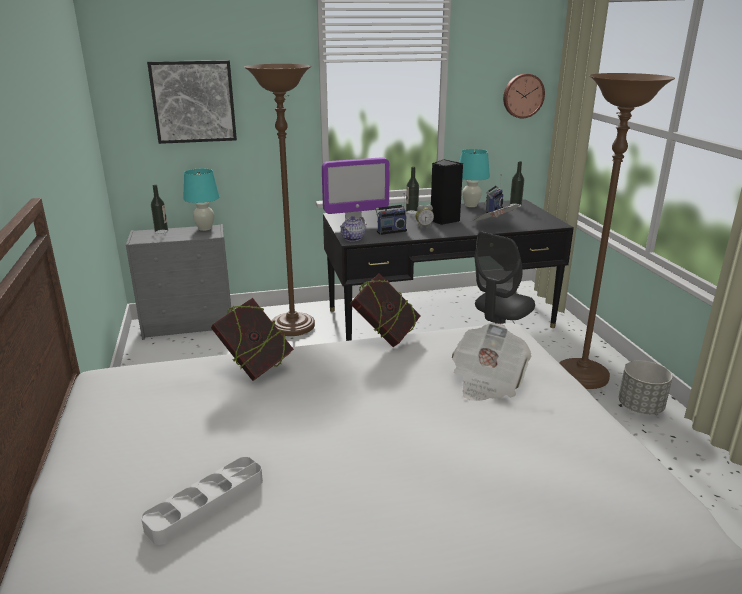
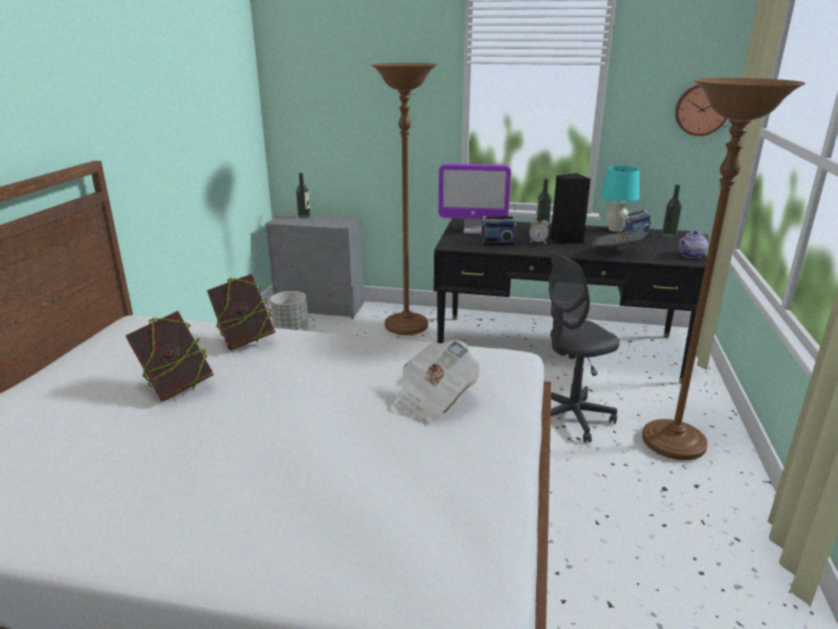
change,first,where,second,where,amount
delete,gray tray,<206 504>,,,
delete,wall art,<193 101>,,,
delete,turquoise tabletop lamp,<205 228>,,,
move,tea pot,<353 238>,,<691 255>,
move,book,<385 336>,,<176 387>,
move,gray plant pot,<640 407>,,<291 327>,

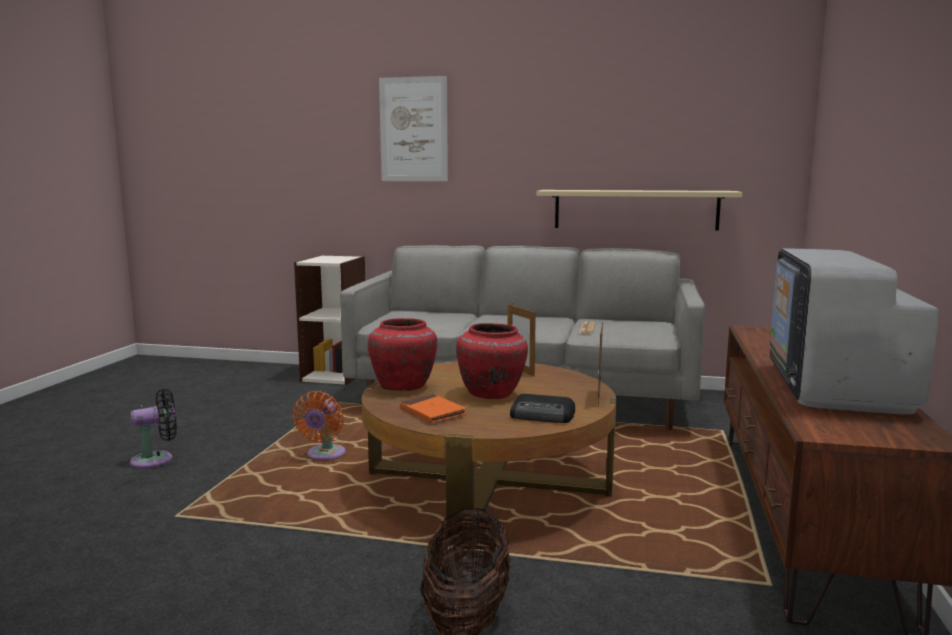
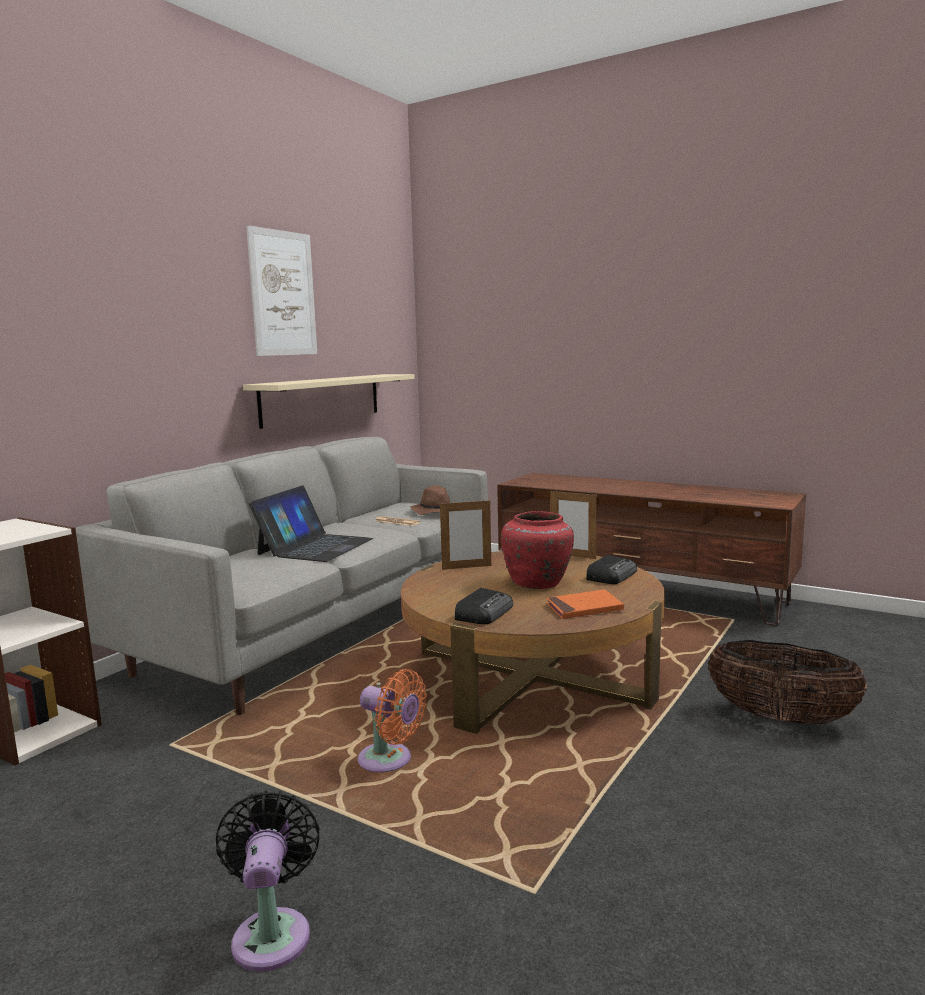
change,first,where,second,where,amount
delete,television,<837 388>,,,
insert,,,notebook computer,<315 546>,
insert,,,brown clothing hat,<435 512>,
move,wall art,<413 129>,,<283 293>,
replace,red-coloured vase,<404 386>,radio,<484 612>,

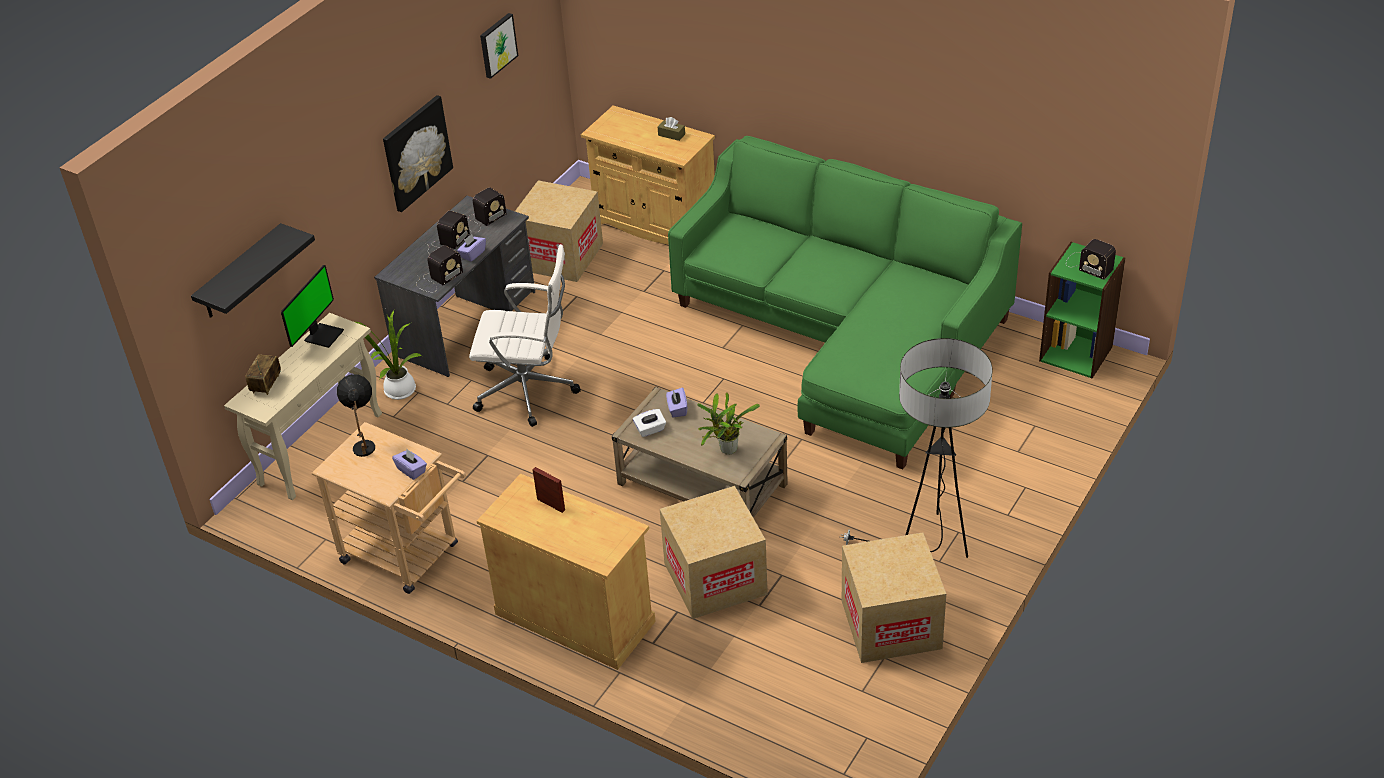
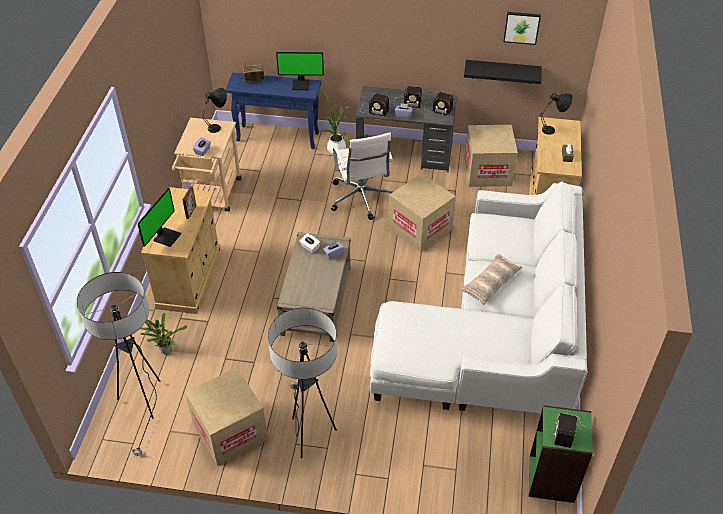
change,first,where,second,where,amount
delete,wall art,<416 152>,,,
insert,,,standard lamp,<144 404>,
insert,,,computer screen,<166 237>,
insert,,,throw pillow,<490 283>,
insert,,,blackish tabletop lamp,<553 130>,
move,blackish wall shelf,<240 273>,,<502 71>,
move,packing box,<715 579>,,<420 228>,
move,plant in a pot,<726 451>,,<165 349>,
recolor,beige narrow table,<321 448>,bluish narrow table,<278 137>,
recolor,greenish couch,<847 335>,white couch,<493 333>,

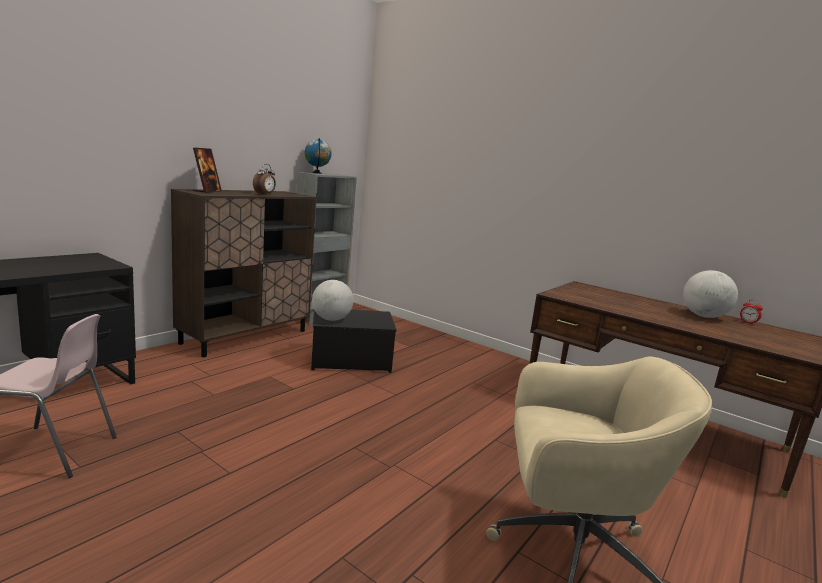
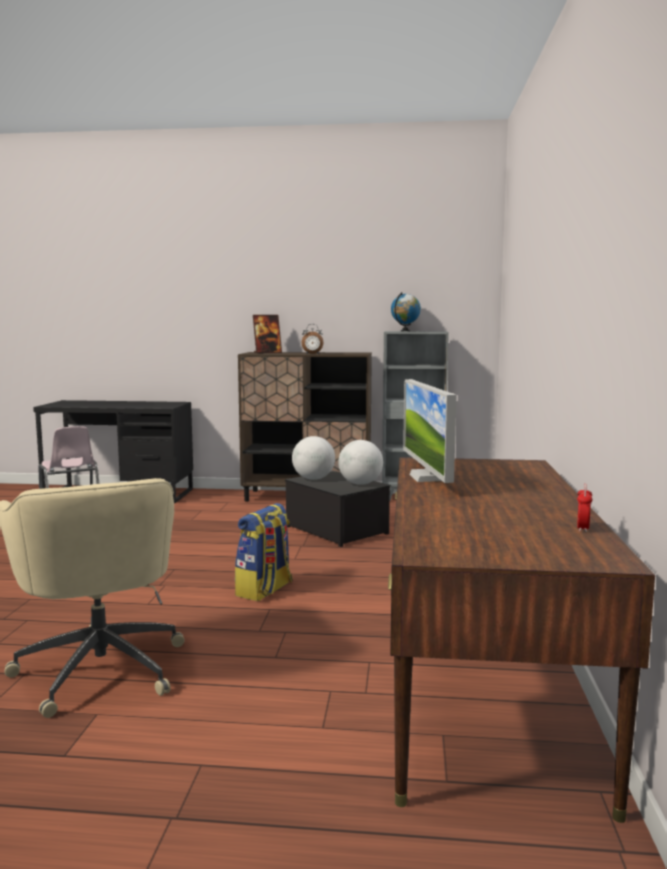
change,first,where,second,where,amount
insert,,,knapsack,<265 590>,
insert,,,computer screen,<427 477>,
move,globe,<704 316>,,<360 484>,

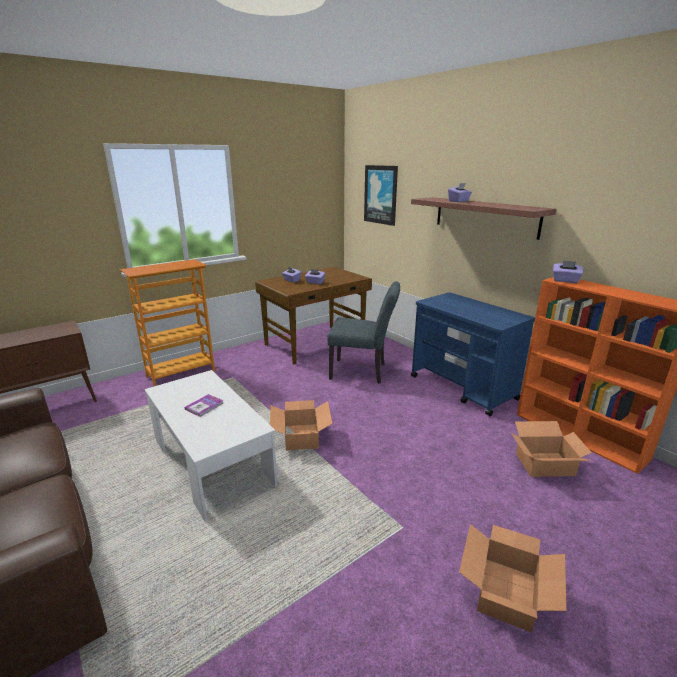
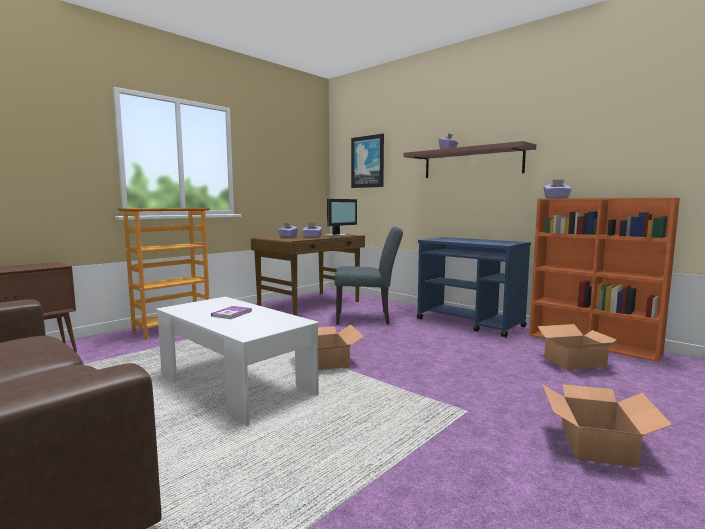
change,first,where,second,where,amount
insert,,,computer screen,<337 236>,

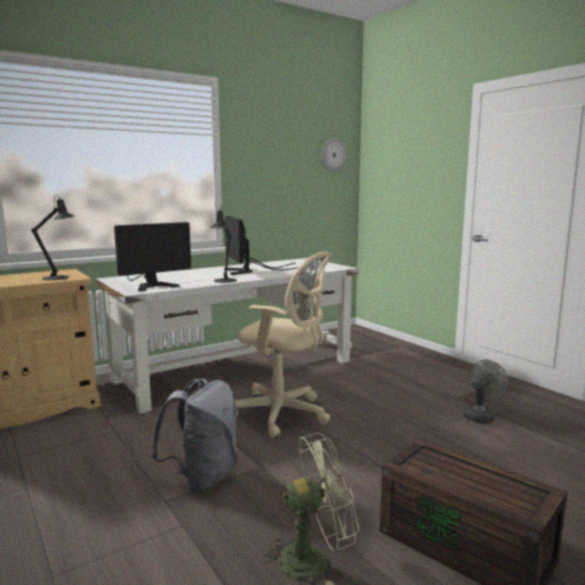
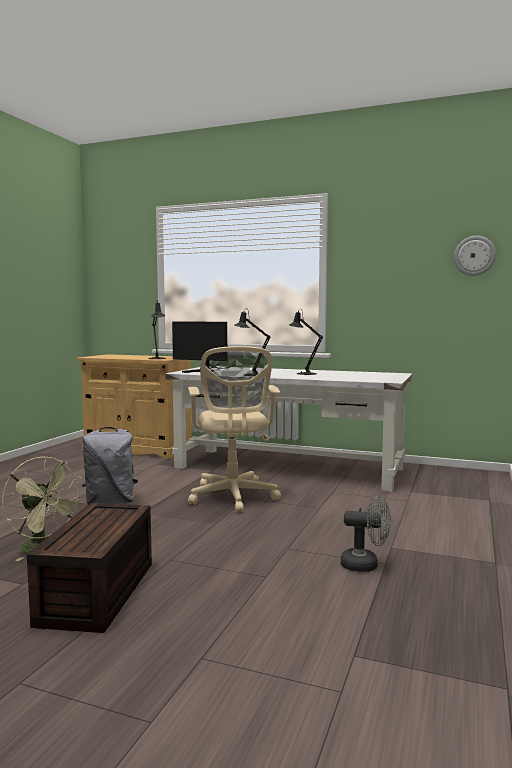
change,first,where,second,where,amount
replace,computer screen,<249 271>,blackish tabletop lamp,<304 373>,

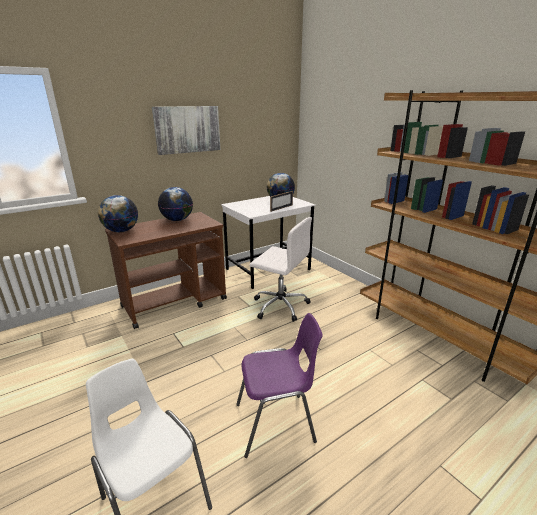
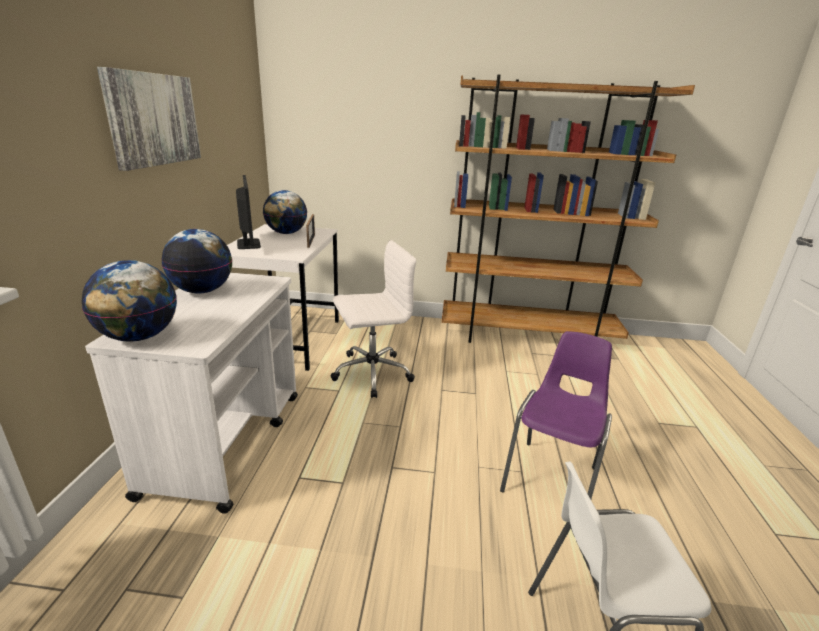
change,first,where,second,where,amount
insert,,,computer screen,<248 244>,
recolor,brown wheeled cart,<175 302>,white wheeled cart,<227 441>,

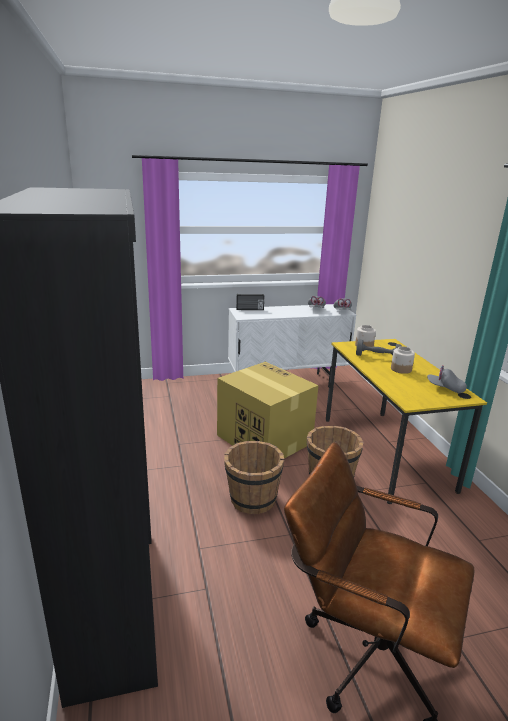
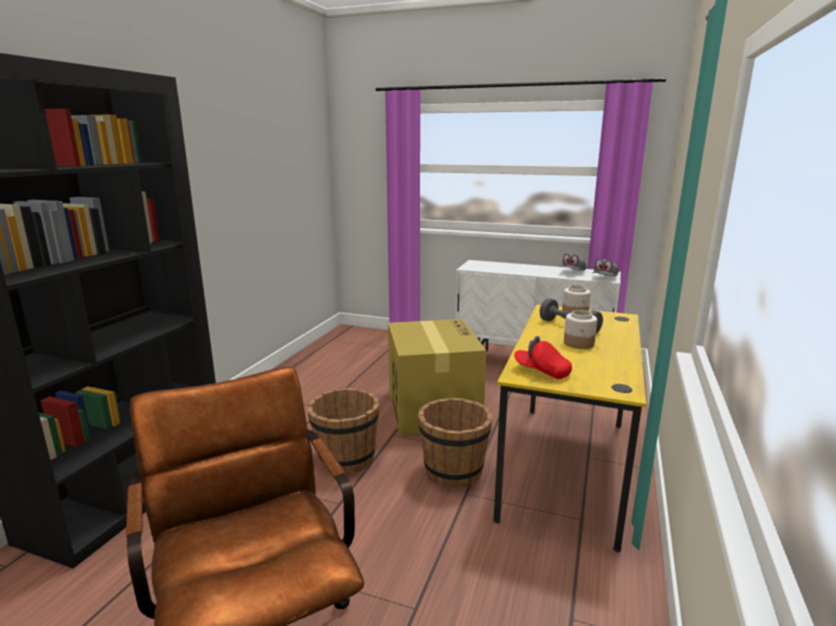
change,first,where,second,where,amount
delete,radio,<250 309>,,,
delete,gray peaked cap,<445 388>,,,
insert,,,red-coloured peaked cap,<542 371>,

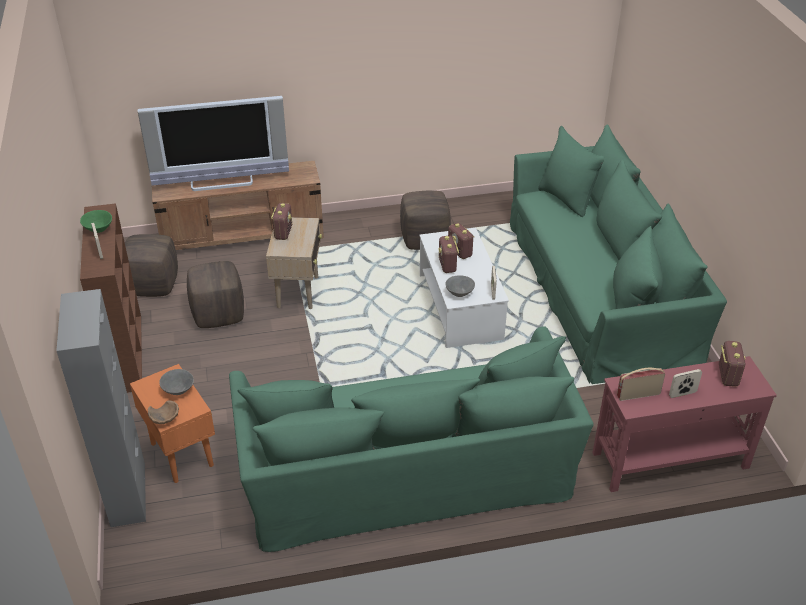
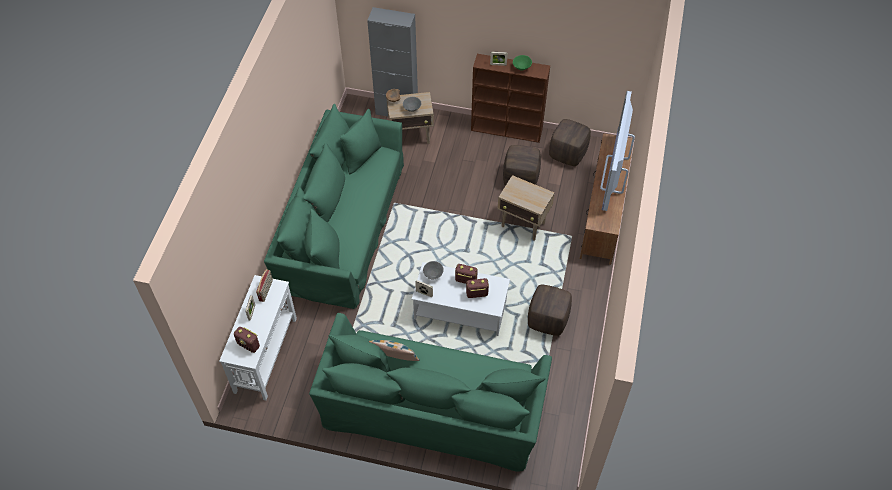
change,first,where,second,where,amount
delete,radio,<283 232>,,,
insert,,,throw pillow,<395 360>,
recolor,orangey accent table,<182 454>,beige accent table,<411 136>,
recolor,red-coloured narrow table,<669 460>,white narrow table,<266 354>,

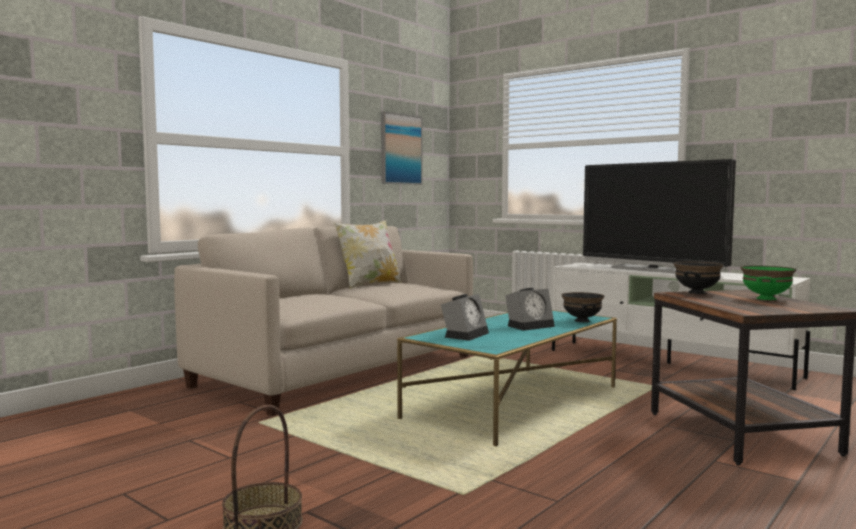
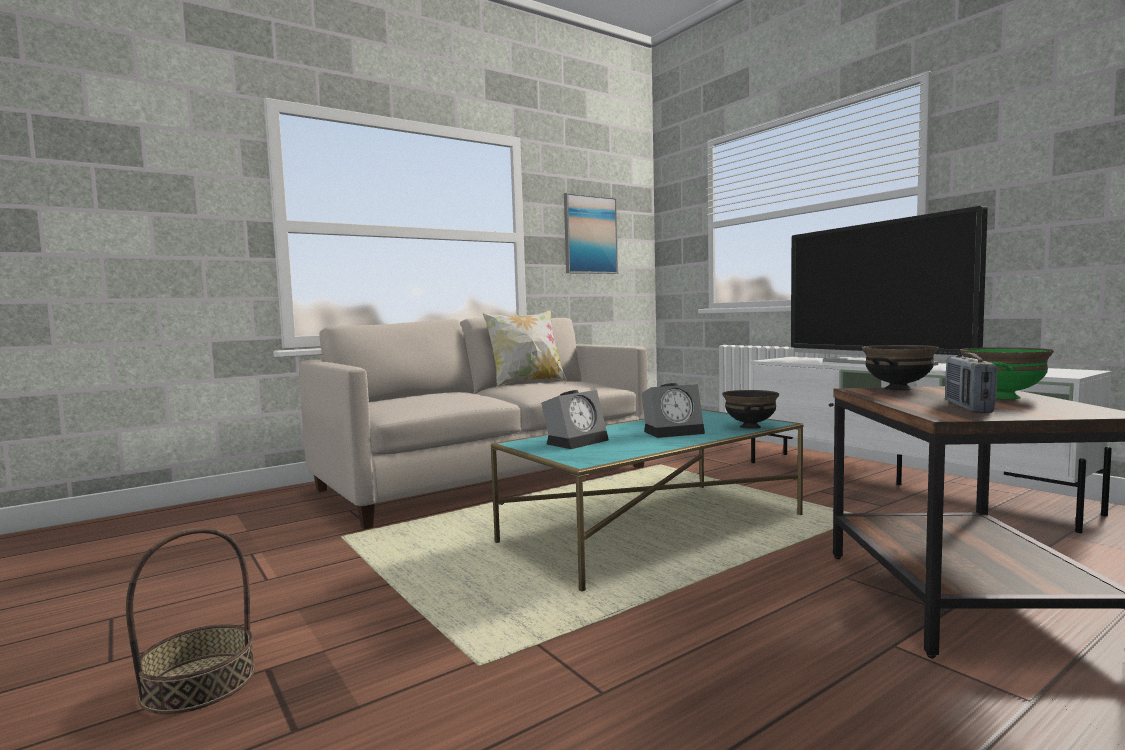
change,first,where,second,where,amount
insert,,,radio,<968 407>,

